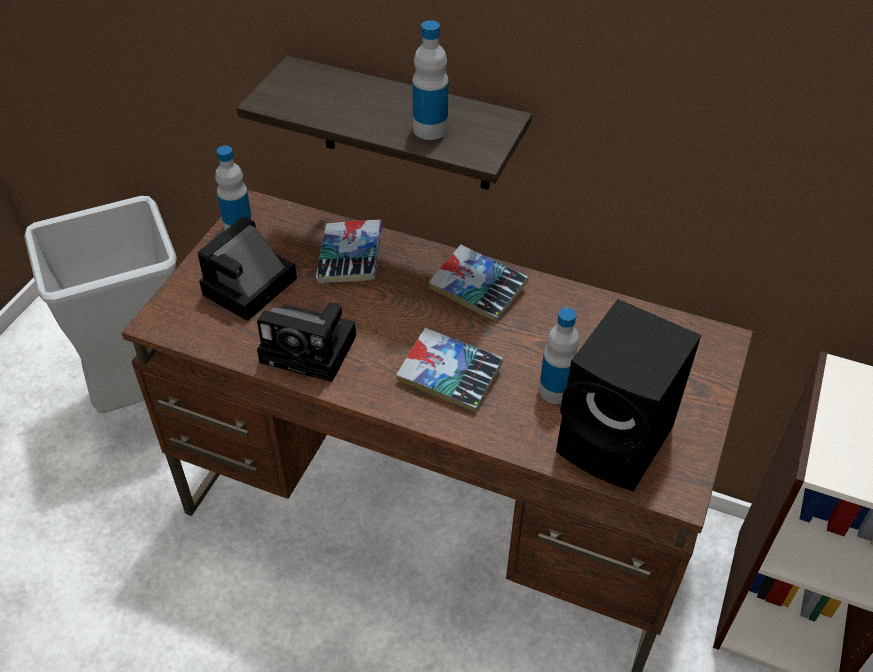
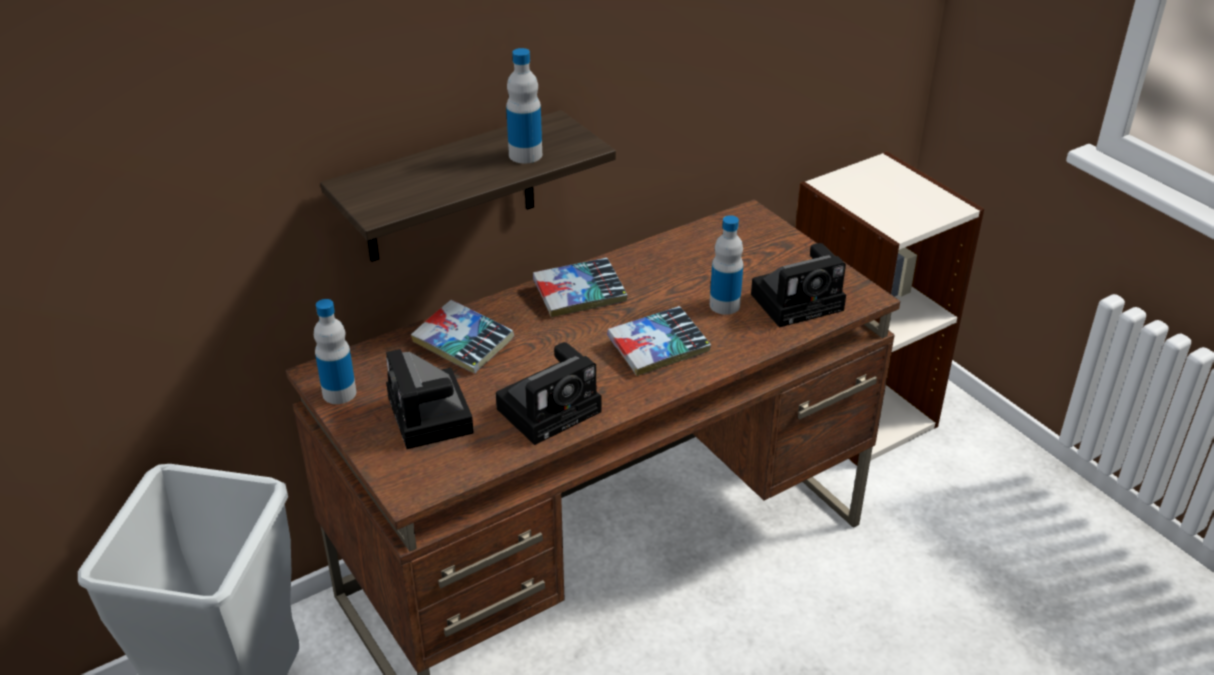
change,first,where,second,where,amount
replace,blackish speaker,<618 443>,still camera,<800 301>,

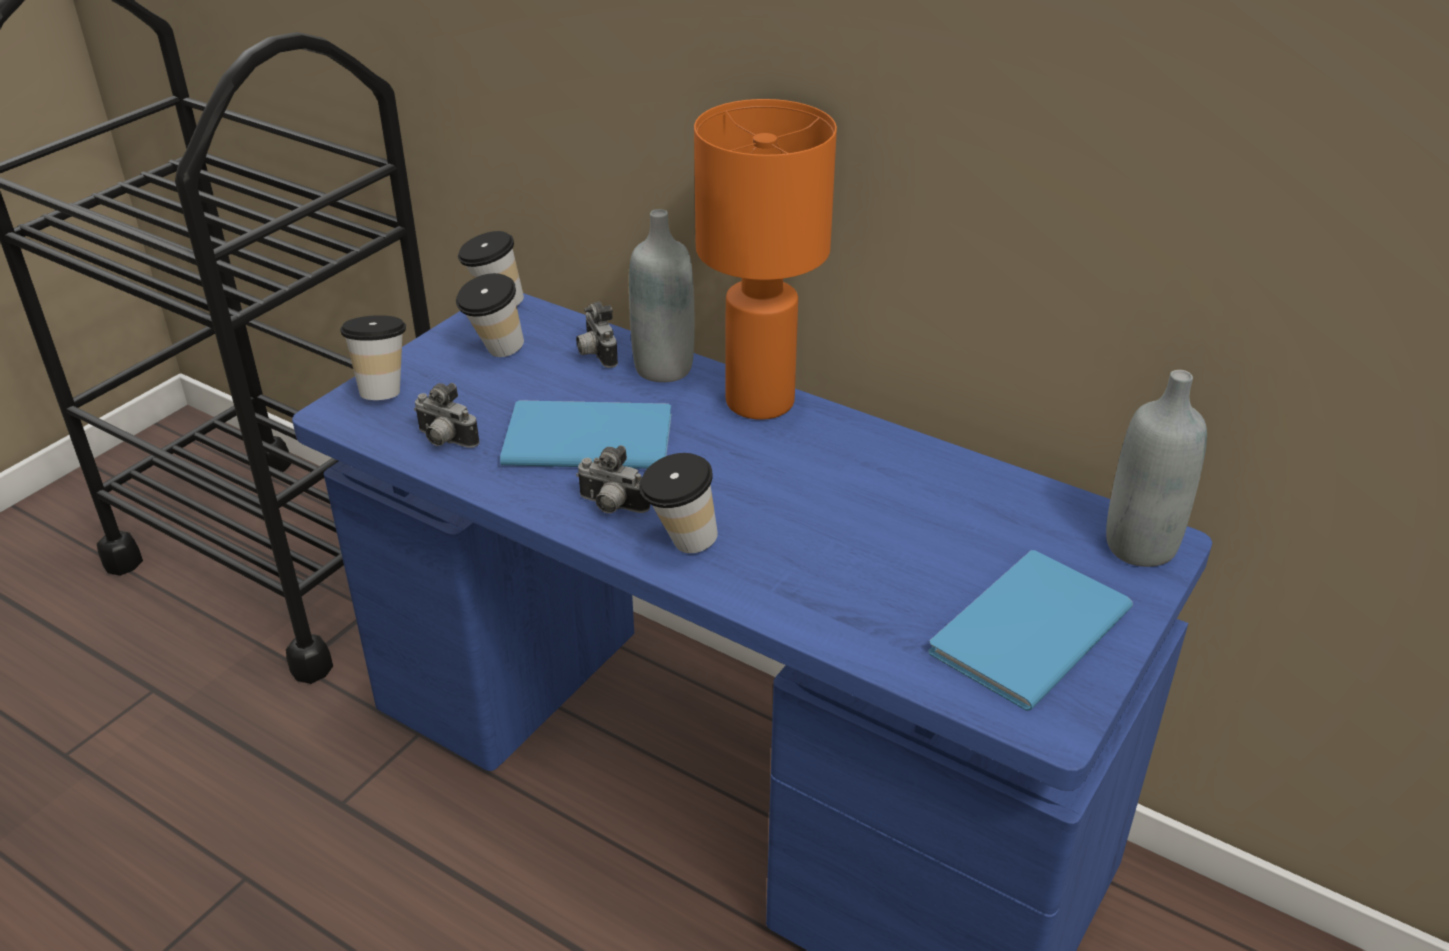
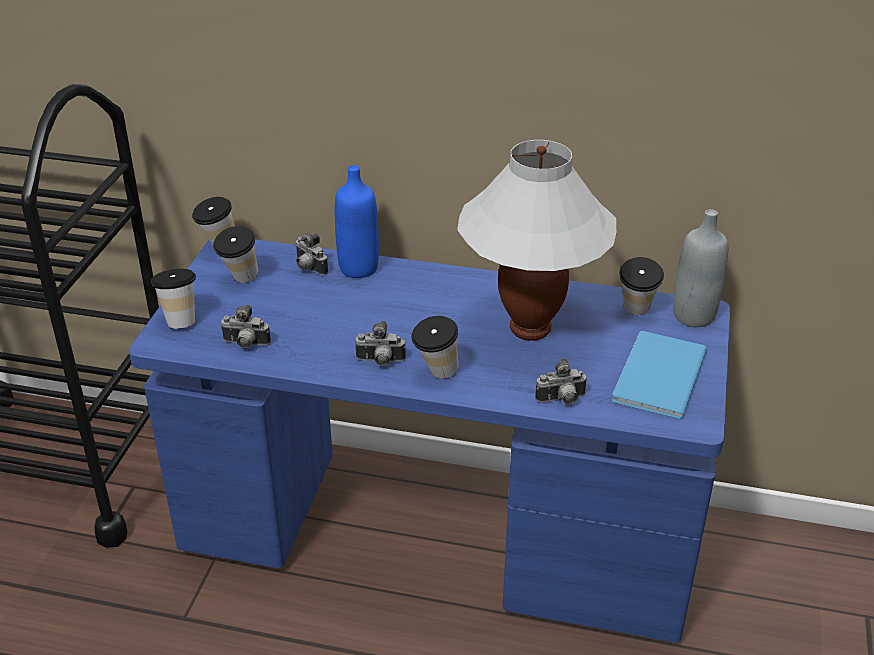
change,first,where,second,where,amount
delete,bluish book,<584 437>,,,
delete,orangey tabletop lamp,<760 401>,,,
insert,,,white tabletop lamp,<530 329>,
insert,,,still camera,<561 400>,
insert,,,drinking cup,<636 313>,
recolor,gray bottle,<663 368>,bluish bottle,<358 268>,

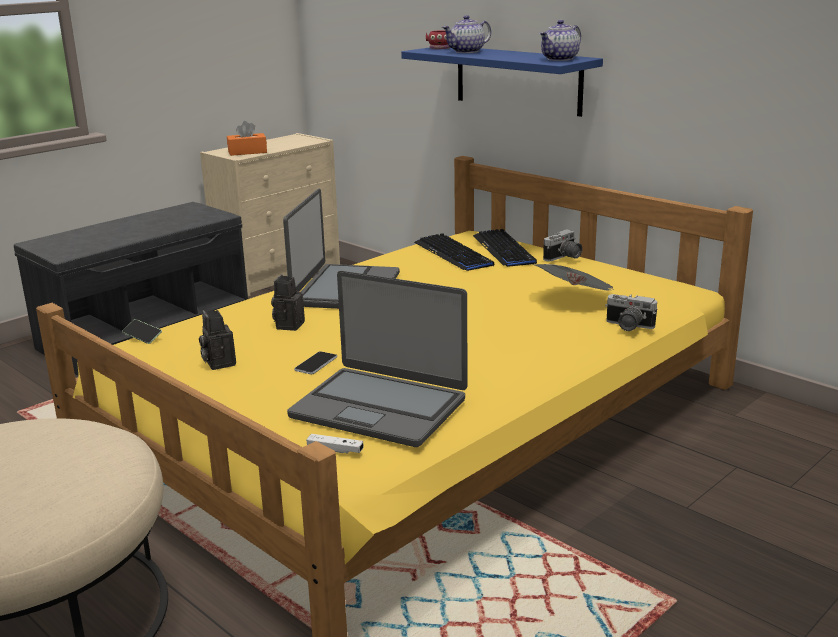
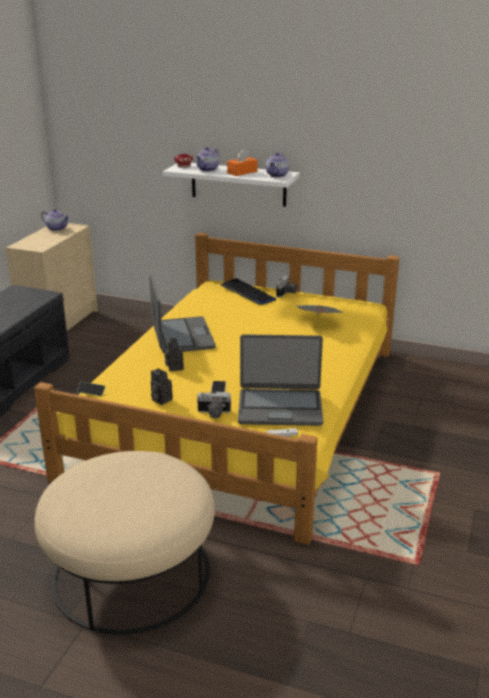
change,first,where,second,where,amount
delete,keyboard,<453 254>,,,
insert,,,tea pot,<57 228>,
move,orangey box of tissues,<247 152>,,<242 172>,
move,still camera,<627 326>,,<213 413>,
recolor,bluish wall shelf,<517 79>,white wall shelf,<238 184>,

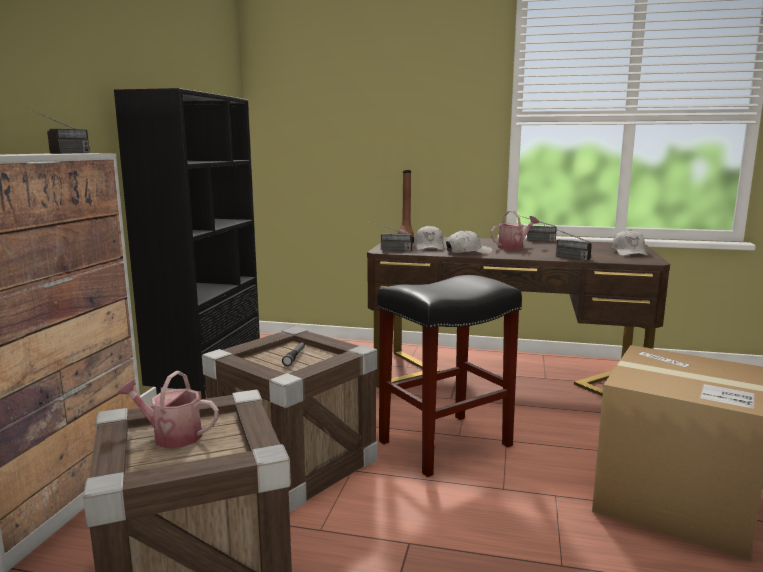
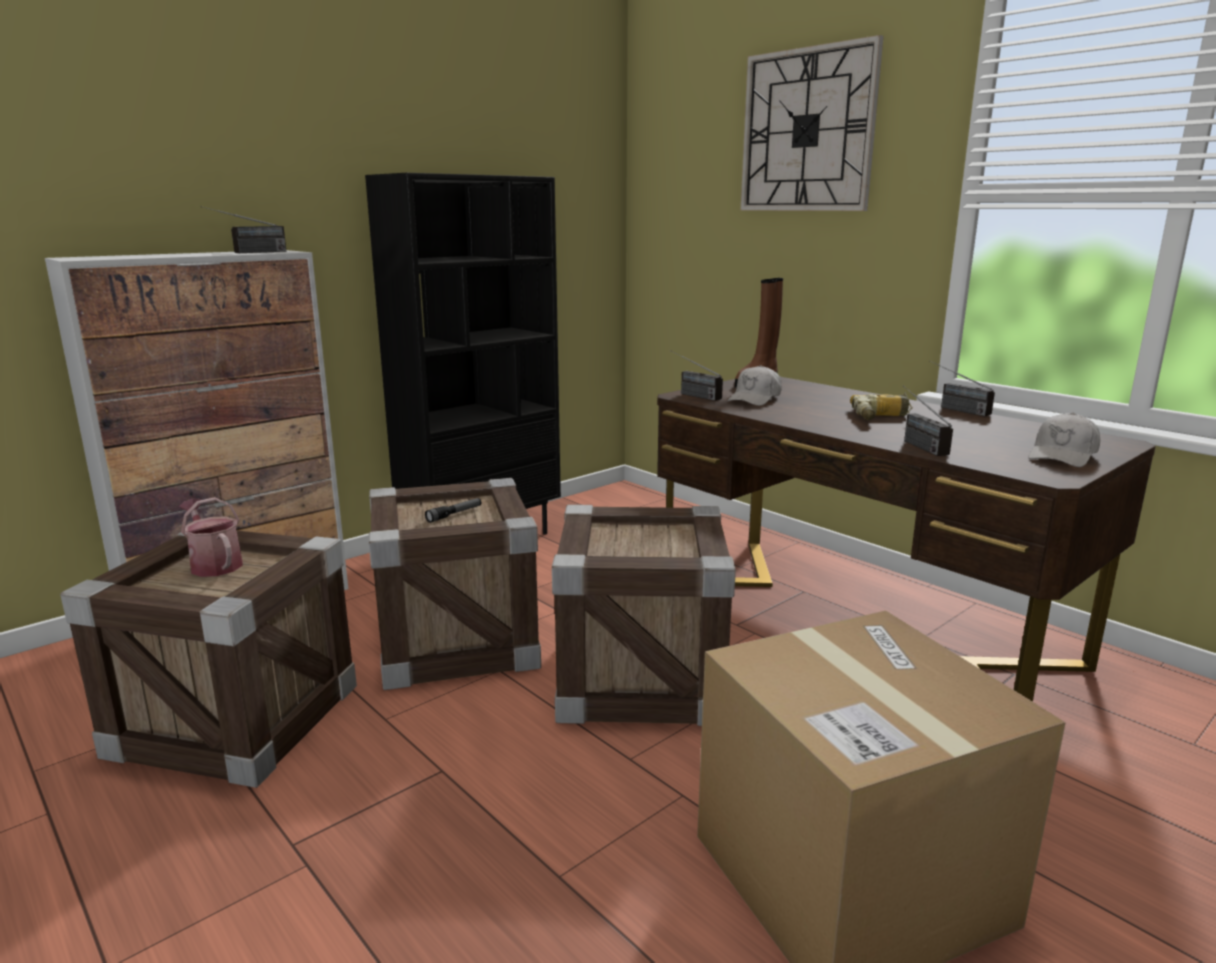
change,first,where,second,where,amount
delete,white peaked cap,<468 252>,,,
insert,,,clock on the wall,<807 131>,
replace,blackish stool seat,<444 444>,crate,<640 679>,
replace,watering pot,<513 247>,power drill,<882 415>,

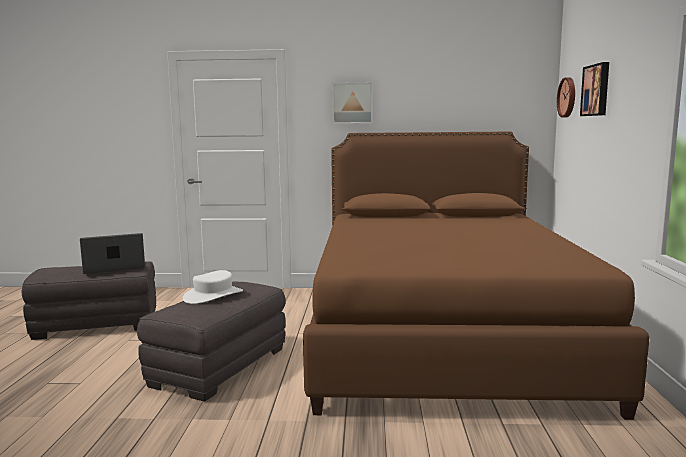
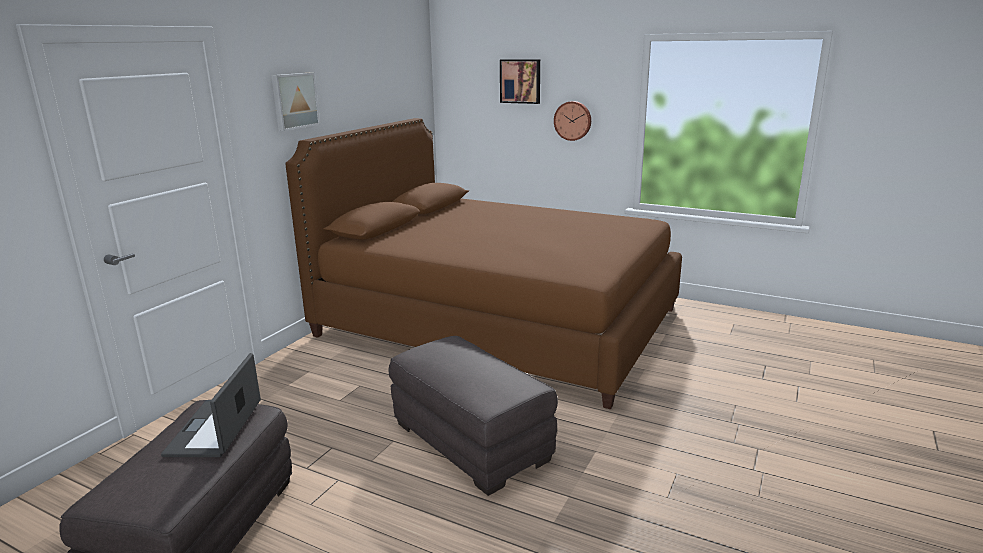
change,first,where,second,where,amount
delete,white clothing hat,<213 295>,,,
move,clock on the wall,<568 97>,,<573 120>,

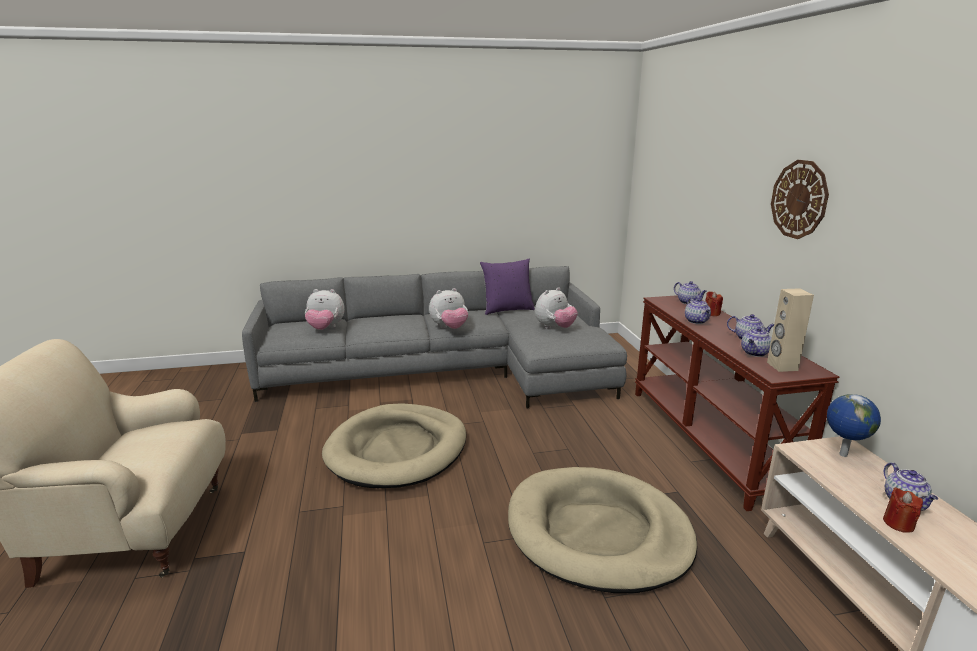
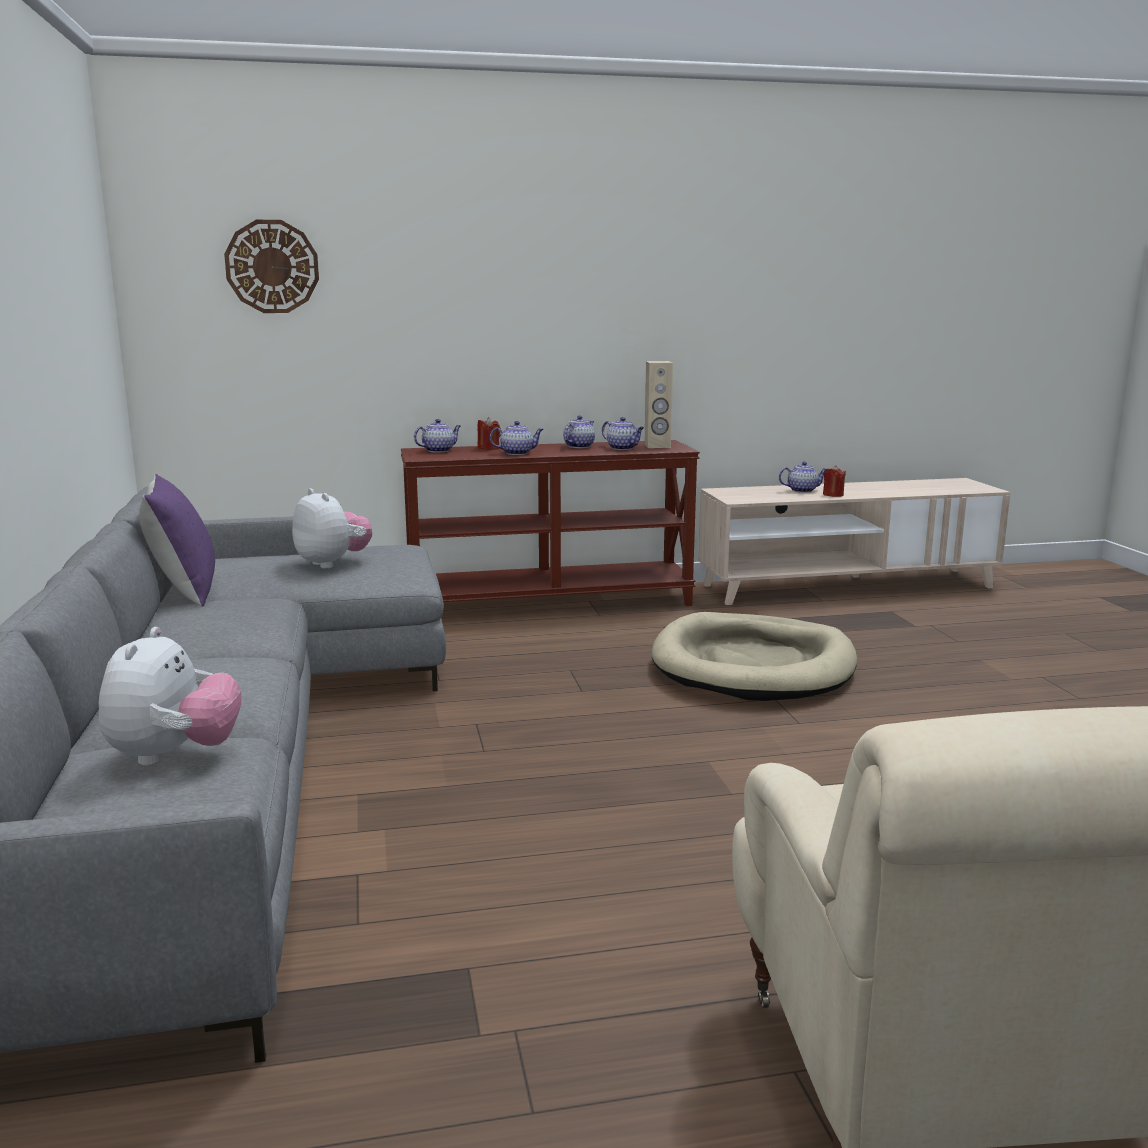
change,first,where,second,where,amount
delete,beige dog cushion,<397 449>,,,
delete,cuddly toy,<449 328>,,,
delete,globe,<842 454>,,,
move,clock on the wall,<799 199>,,<272 266>,

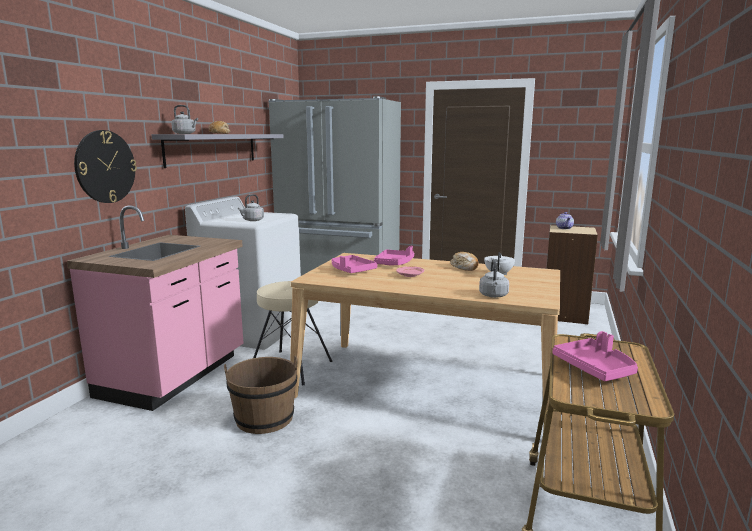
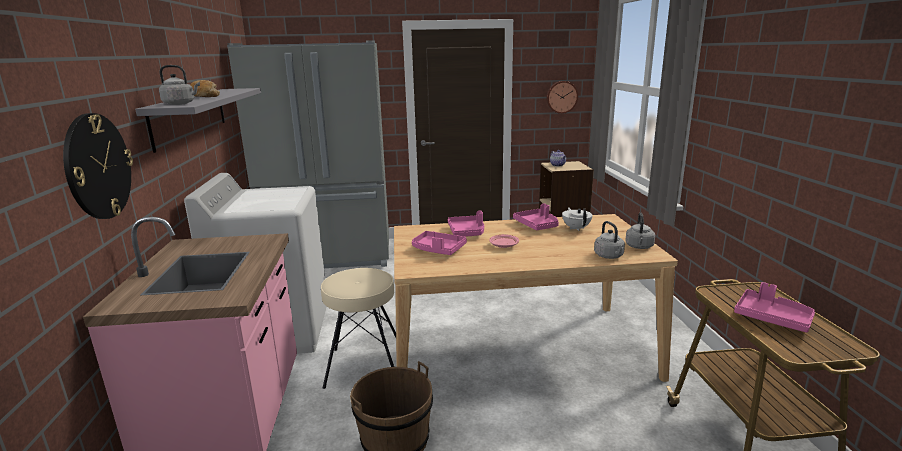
change,first,where,second,where,amount
insert,,,clock on the wall,<561 97>,
move,gray tea kettle,<252 220>,,<639 247>,
replace,bakery bread,<465 267>,pink-coloured tray,<537 225>,

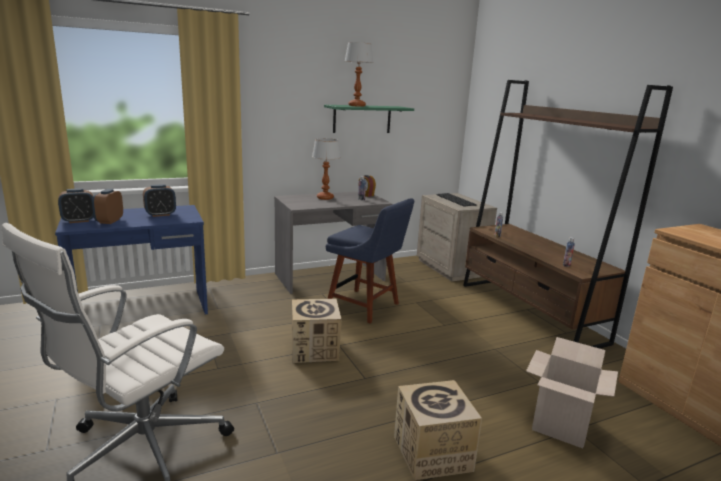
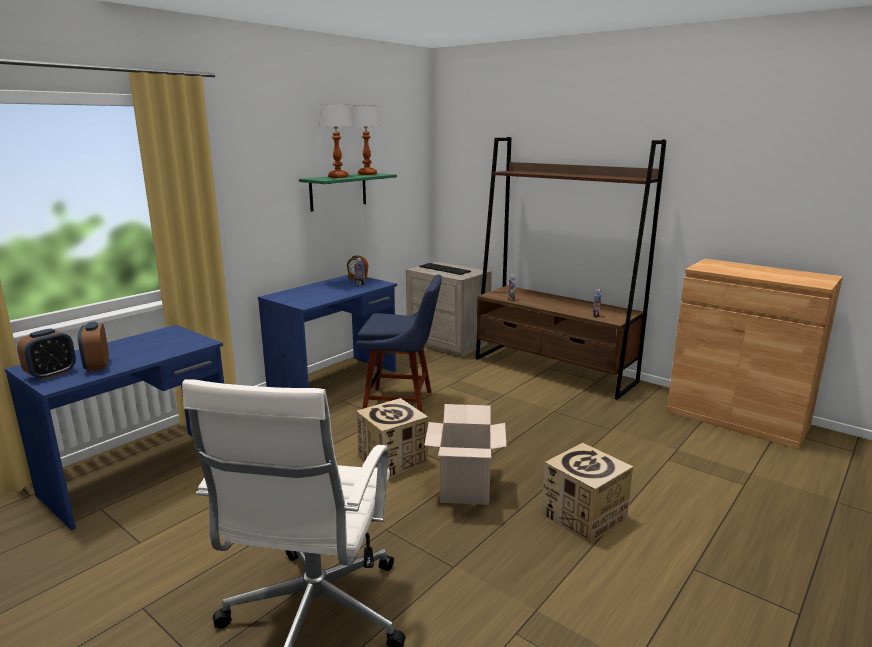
change,first,where,second,where,amount
delete,table clock,<160 214>,,,
move,tabletop lamp,<325 198>,,<367 174>,
move,packing box,<561 424>,,<465 489>,
recolor,gray desk unit,<330 277>,bluish desk unit,<335 381>,

